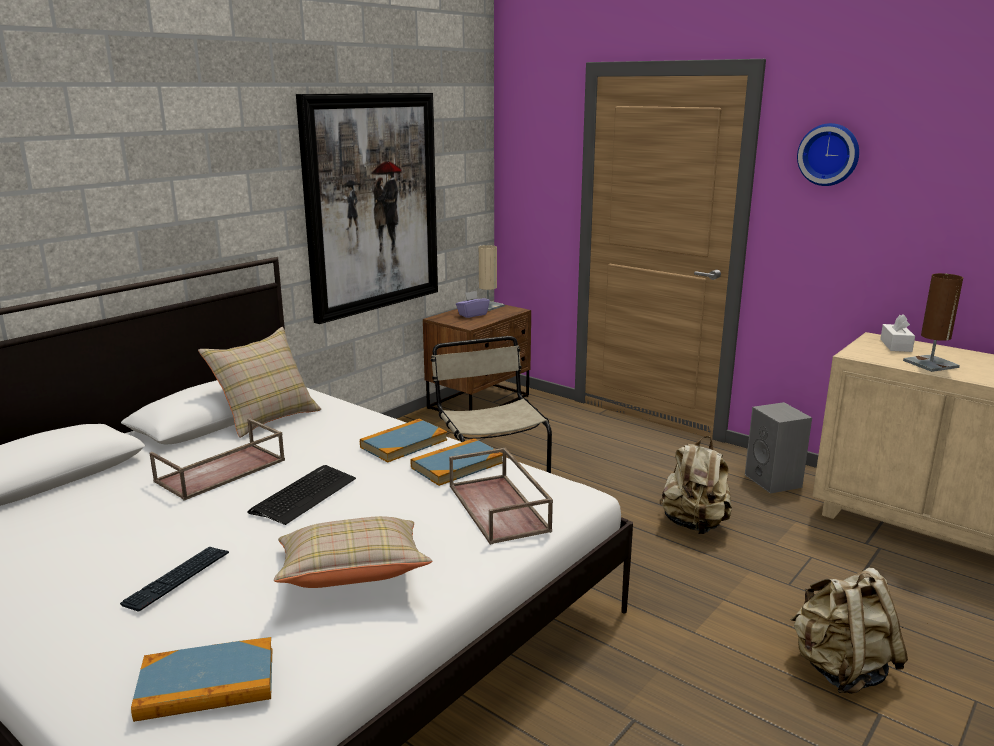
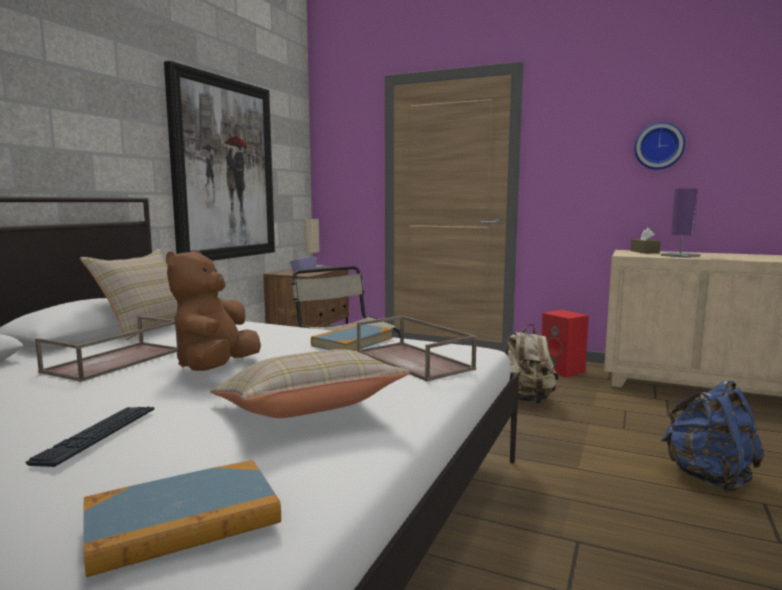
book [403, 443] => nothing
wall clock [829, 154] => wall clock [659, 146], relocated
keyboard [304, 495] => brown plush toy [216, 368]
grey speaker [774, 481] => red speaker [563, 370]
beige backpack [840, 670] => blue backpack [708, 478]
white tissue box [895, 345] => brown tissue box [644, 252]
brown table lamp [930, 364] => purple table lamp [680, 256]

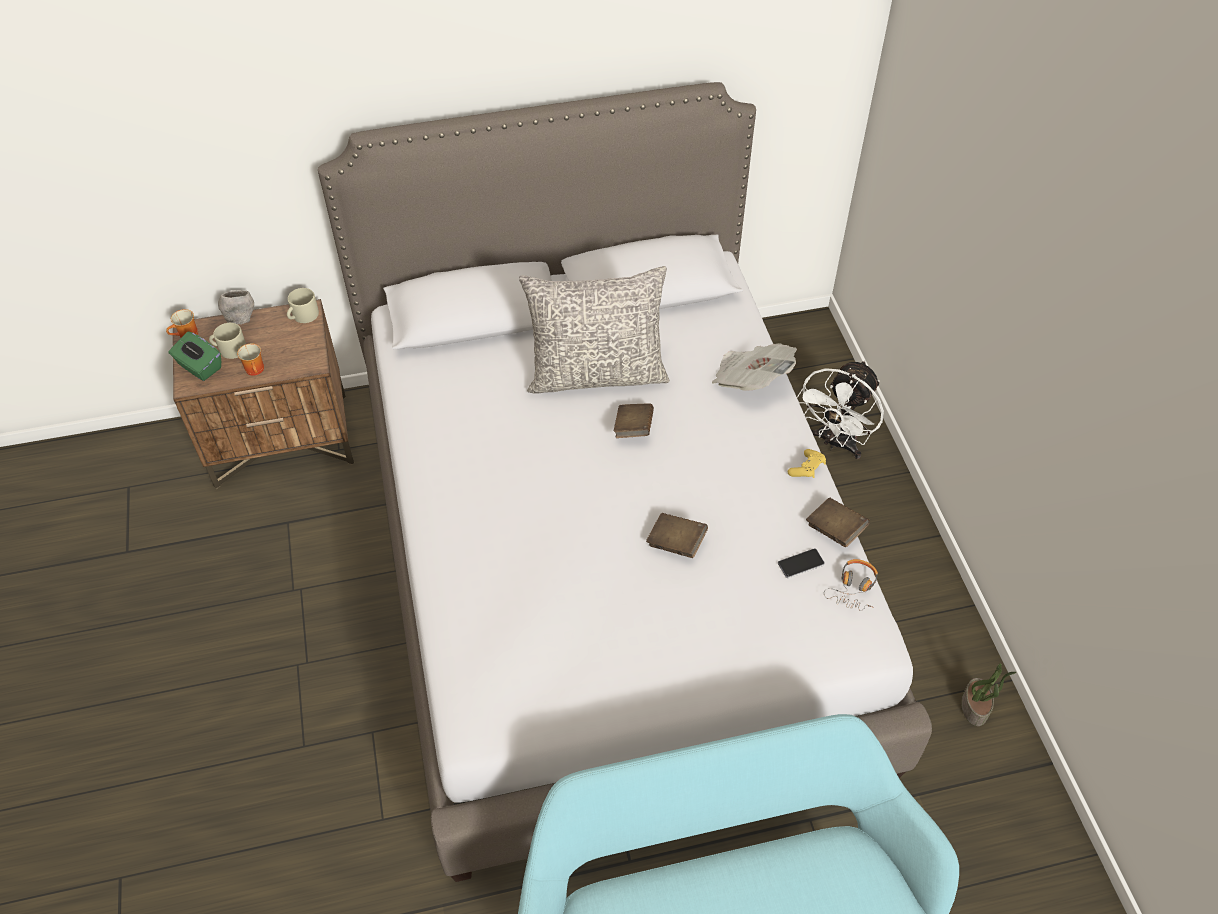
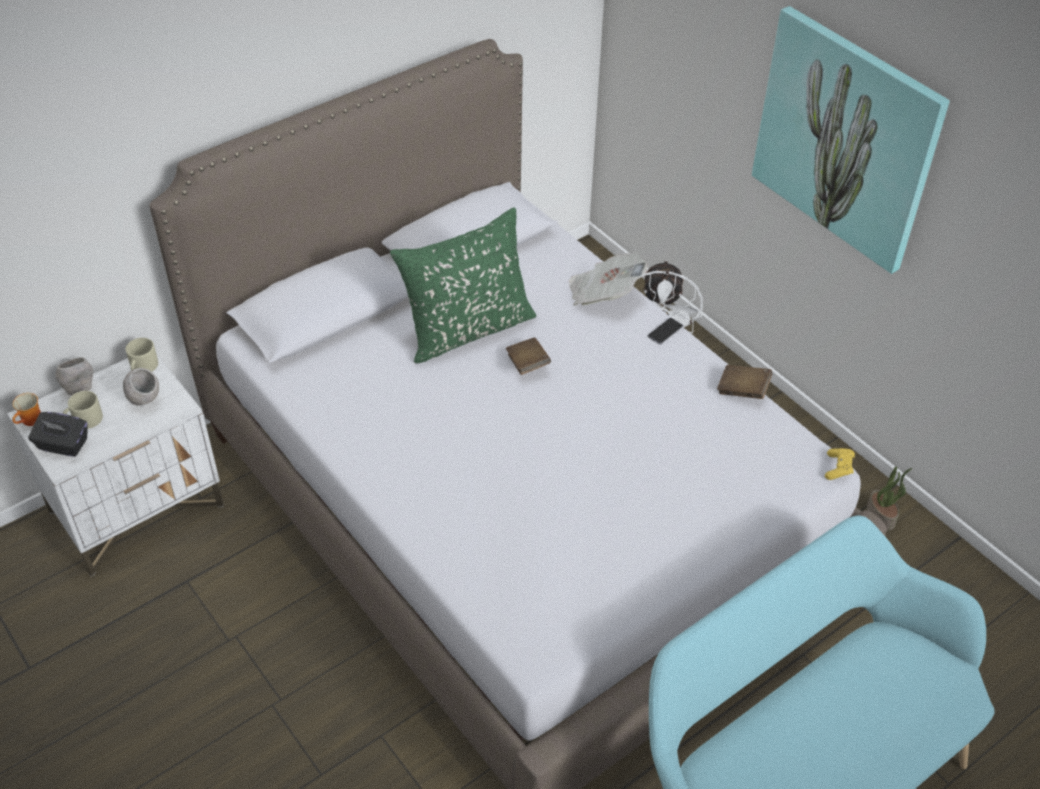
mug [256, 370] => nothing
brown book [676, 543] => nothing
headphones [853, 588] => nothing
nothing => grey bowl [145, 401]
nothing => picture [846, 138]
phone [800, 564] => phone [665, 332], relocated
yellow game controller [807, 469] => yellow game controller [838, 468], relocated
green tissue box [199, 367] => black tissue box [63, 445]
brown nightstand [283, 440] => white nightstand [138, 508]
grey pillow [597, 374] => green pillow [467, 329]

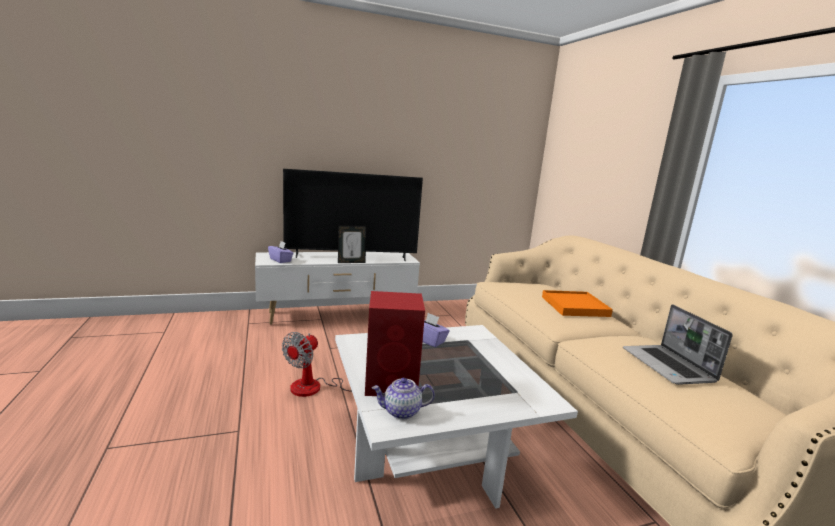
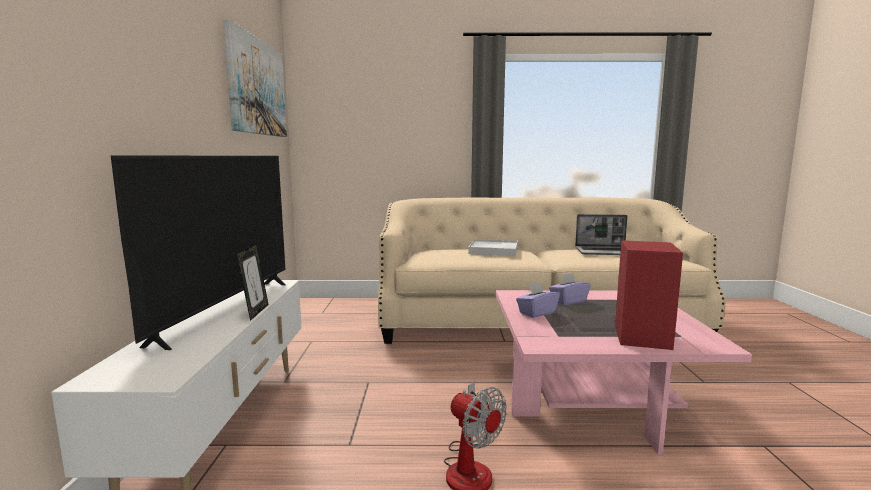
teapot [401, 412] => nothing
nothing => picture [257, 87]
purple tissue box [280, 260] => purple tissue box [568, 301], relocated
white coffee table [433, 446] => pink coffee table [593, 401]
orange tray [574, 306] => white tray [493, 250]

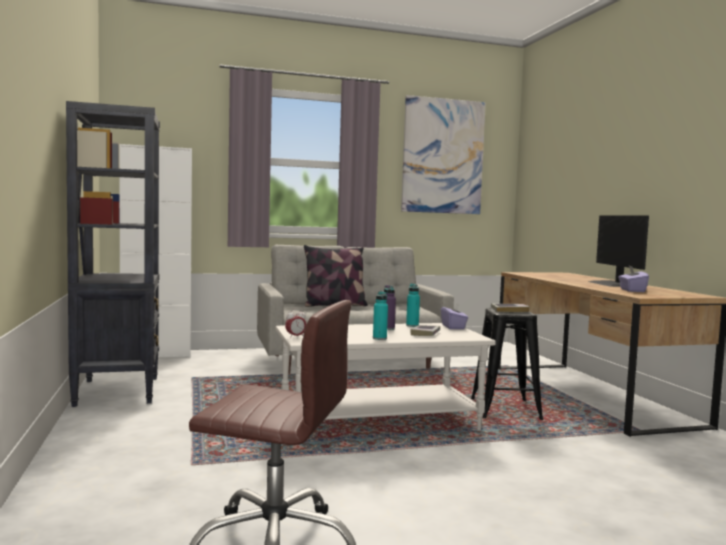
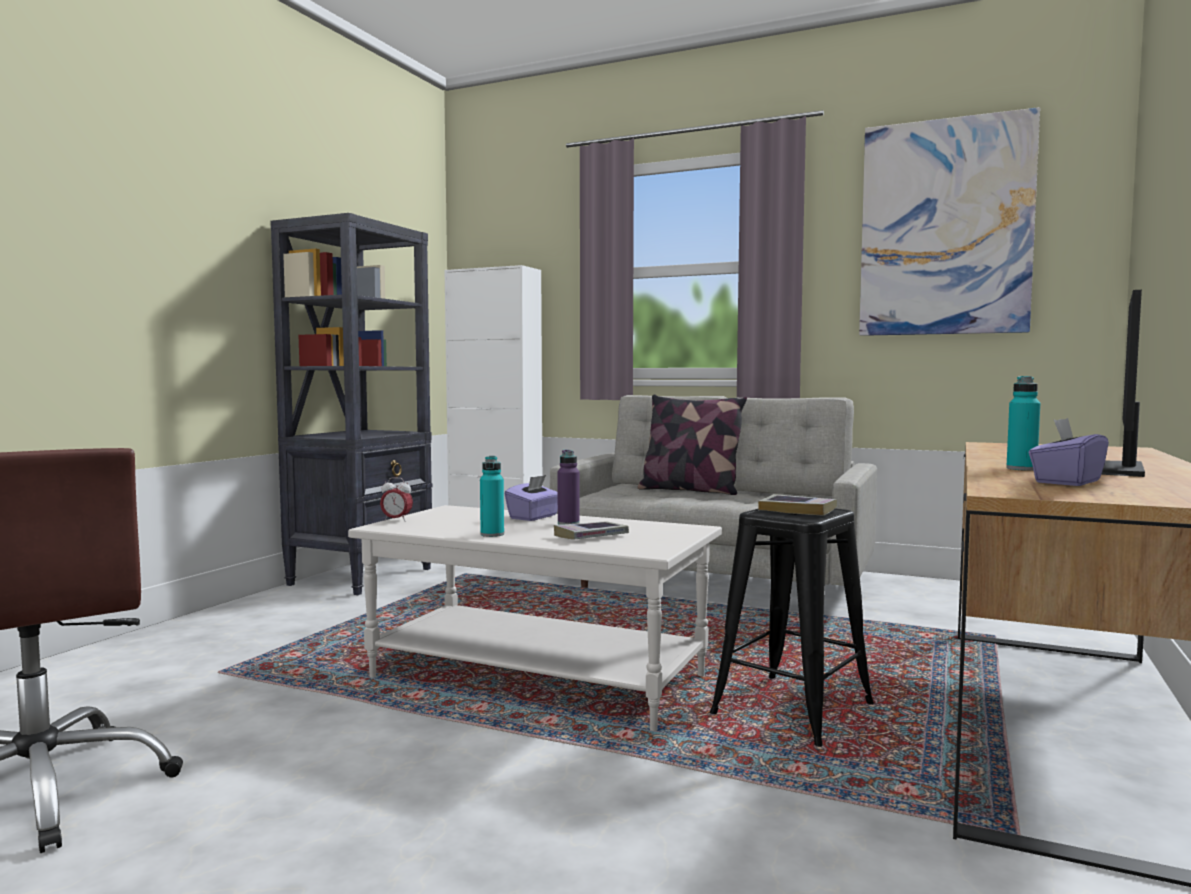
turquoise bottle [412, 325] => turquoise bottle [1021, 469], relocated
purple tissue box [453, 327] => purple tissue box [534, 517], relocated

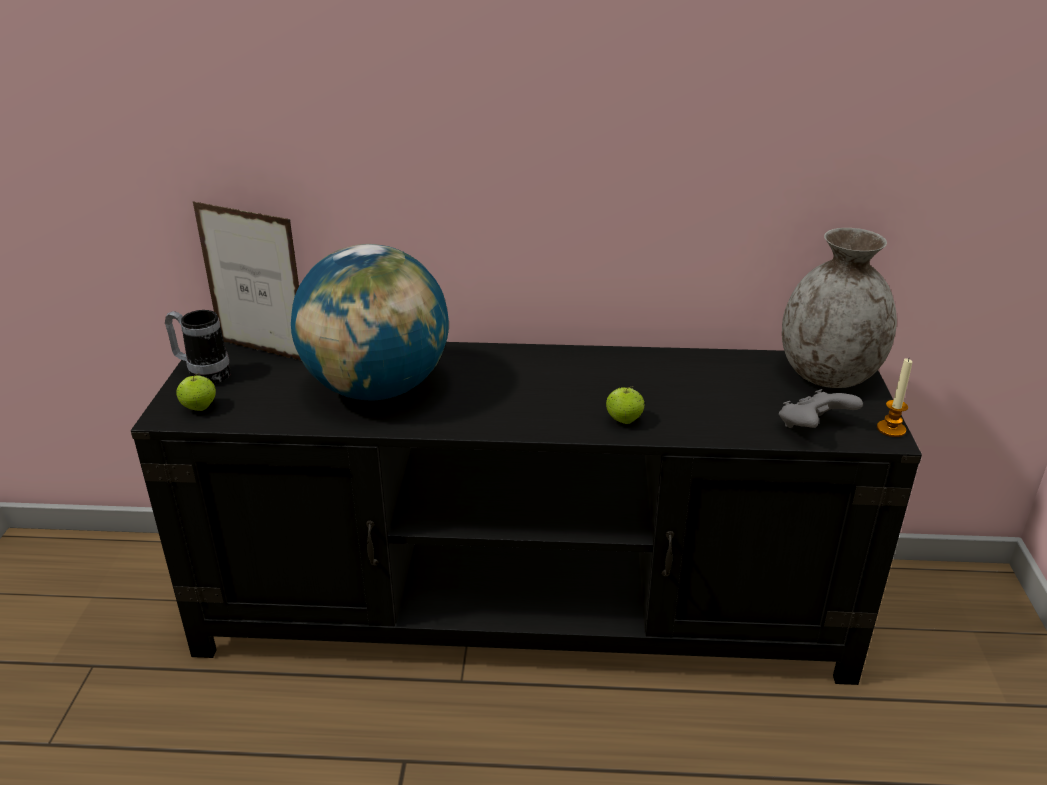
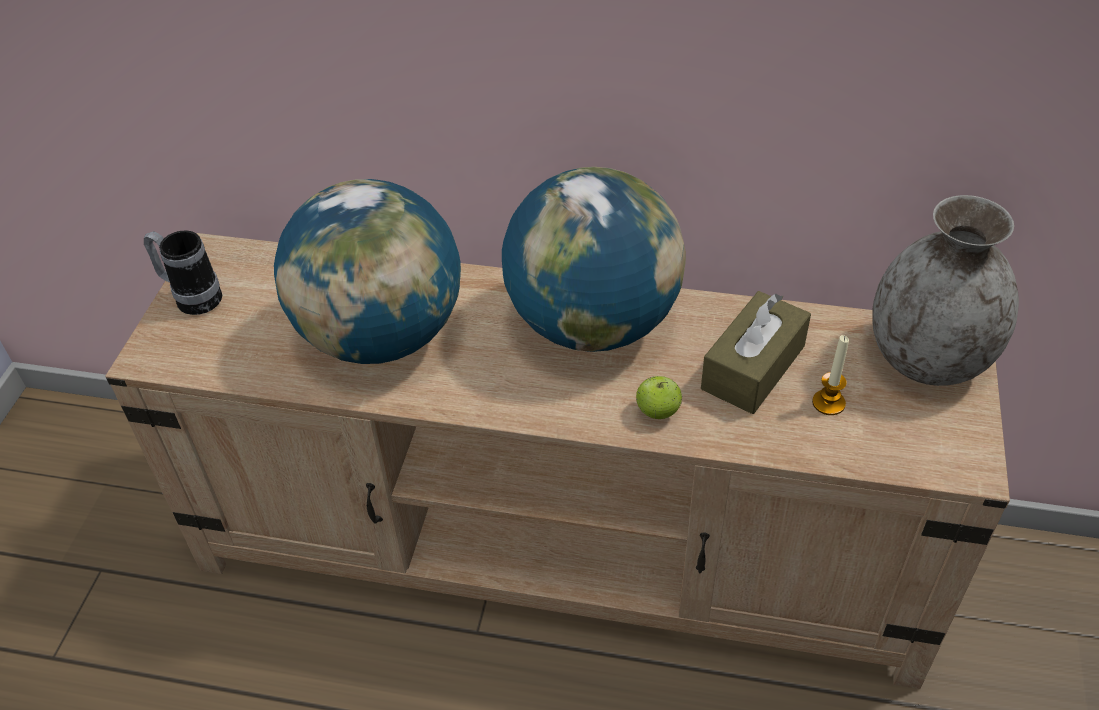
apple [199, 408] => nothing
picture frame [264, 351] => nothing
grey game controller [813, 428] => nothing
nothing => globe [593, 324]
nothing => brown tissue box [753, 367]
candle [891, 429] => candle [828, 403], relocated
black tv stand [526, 609] => beige tv stand [562, 549]

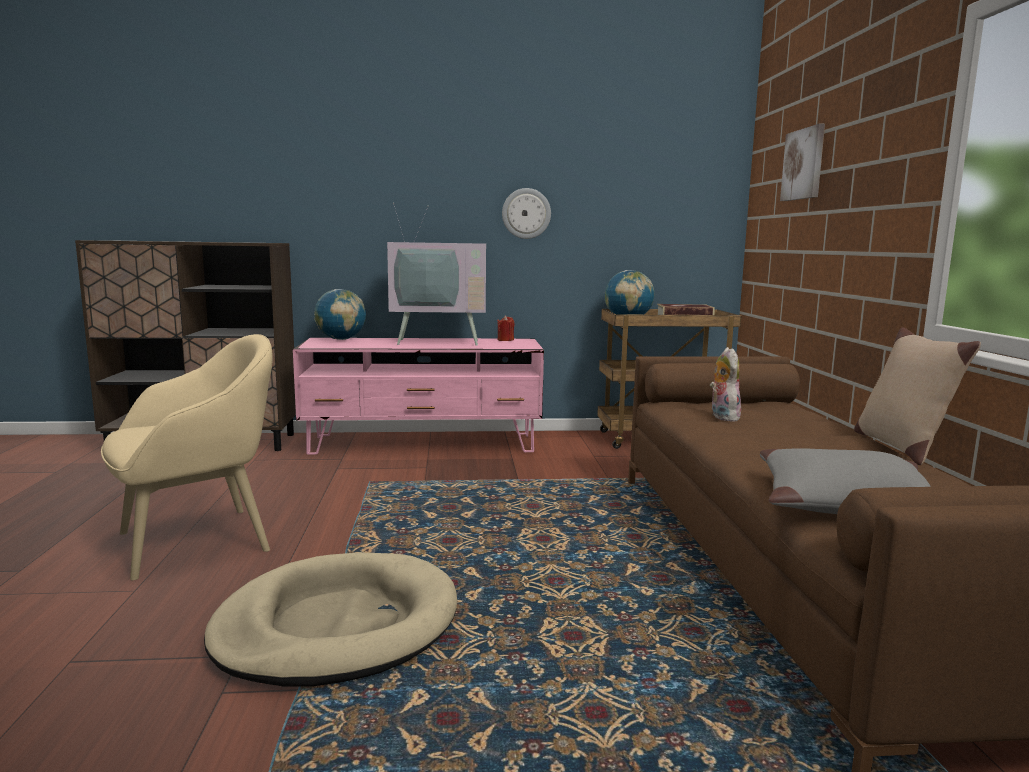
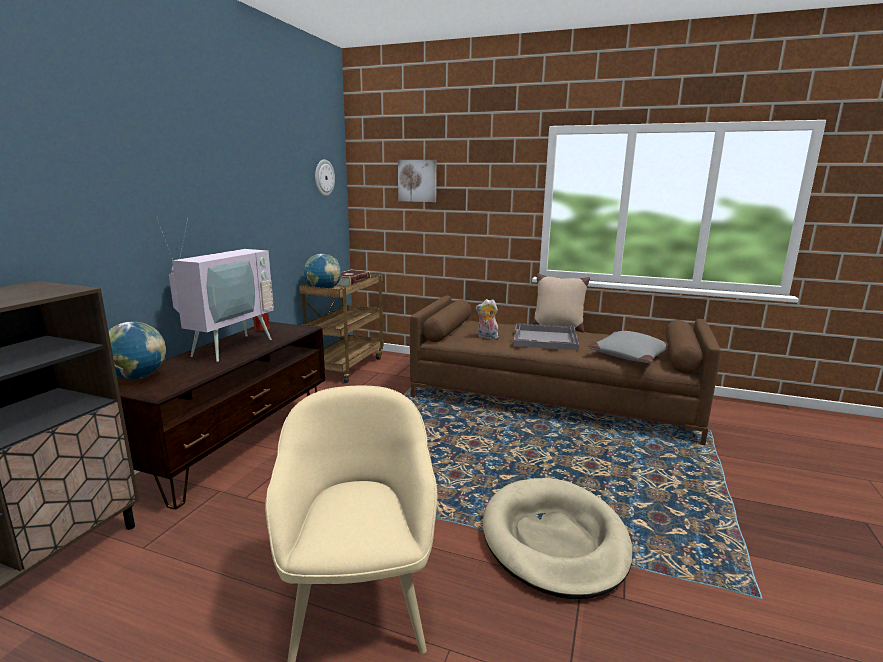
nothing => grey tray [545, 339]
wall clock [526, 213] => wall clock [324, 178], relocated
pink tv stand [423, 444] => brown tv stand [236, 443]

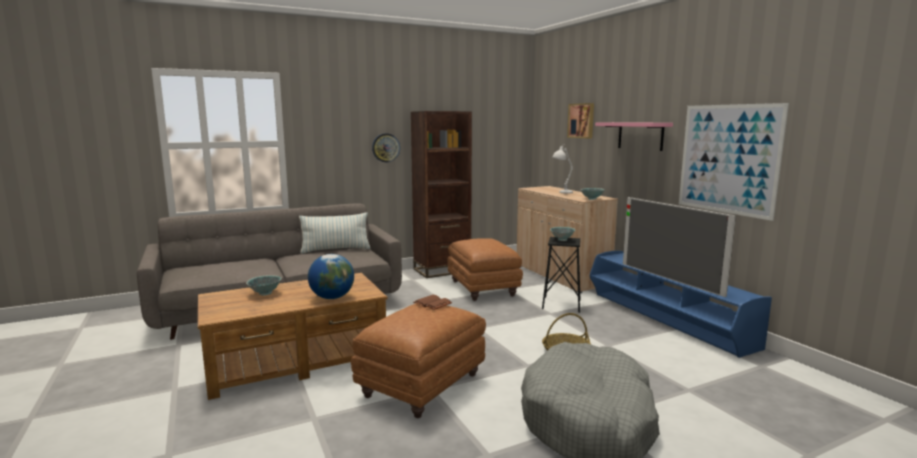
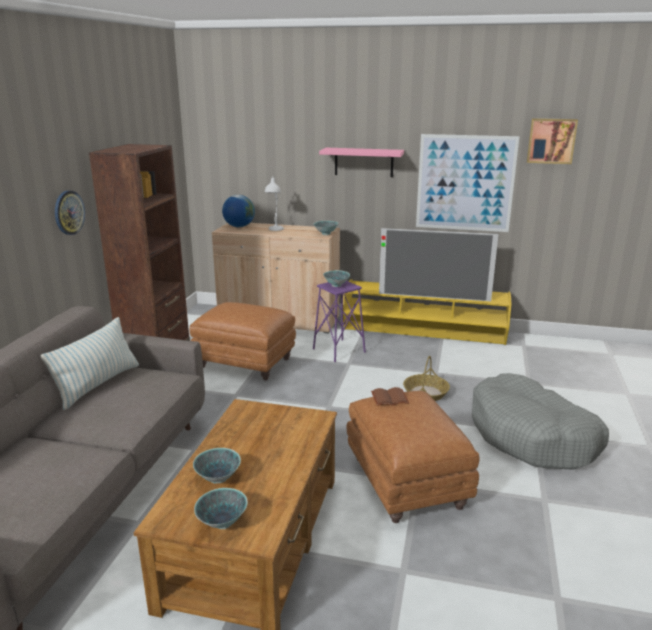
nothing => bowl [222, 522]
globe [332, 297] => globe [239, 226], relocated
picture [581, 120] => picture [551, 141], relocated
black stool [561, 304] => purple stool [339, 350]
blue tv stand [665, 320] => yellow tv stand [424, 333]

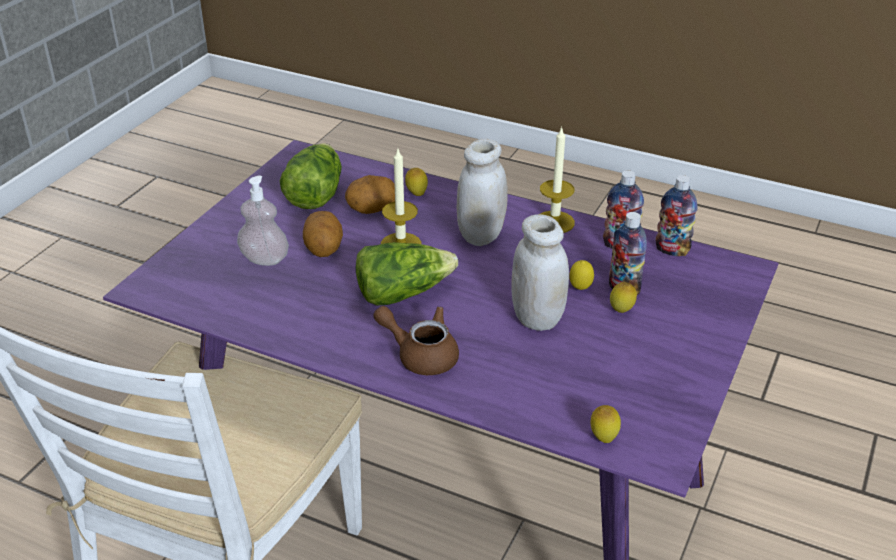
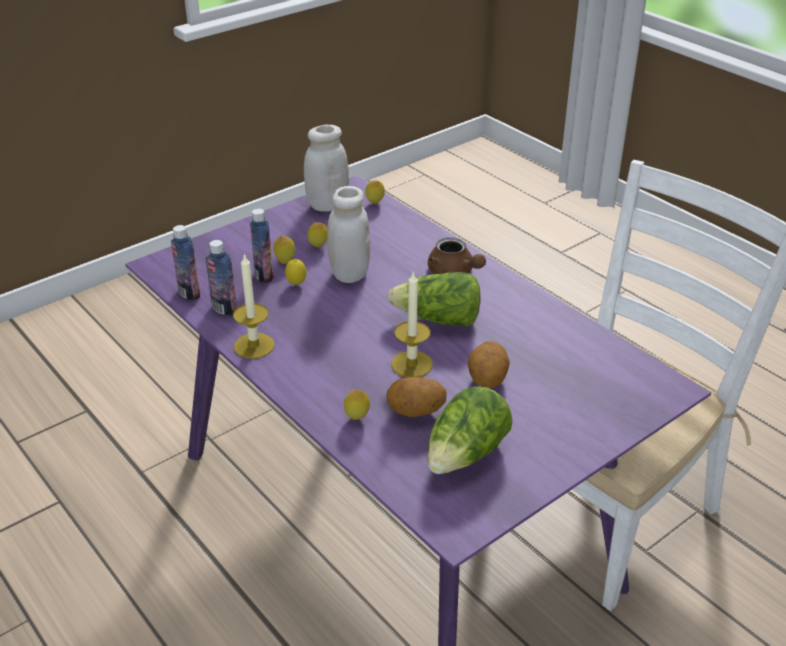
soap dispenser [264, 259] => nothing
nothing => lemon [318, 247]
white jar [481, 235] => white jar [327, 205], relocated

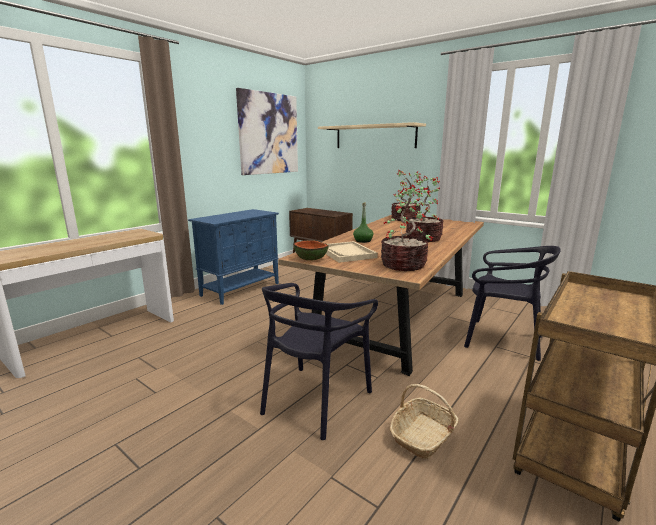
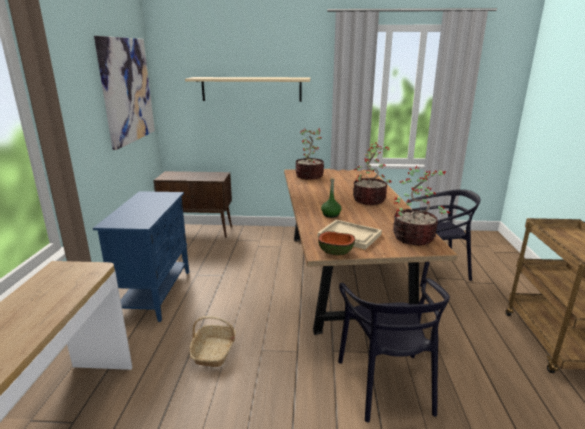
basket [423, 436] => basket [214, 352], relocated

